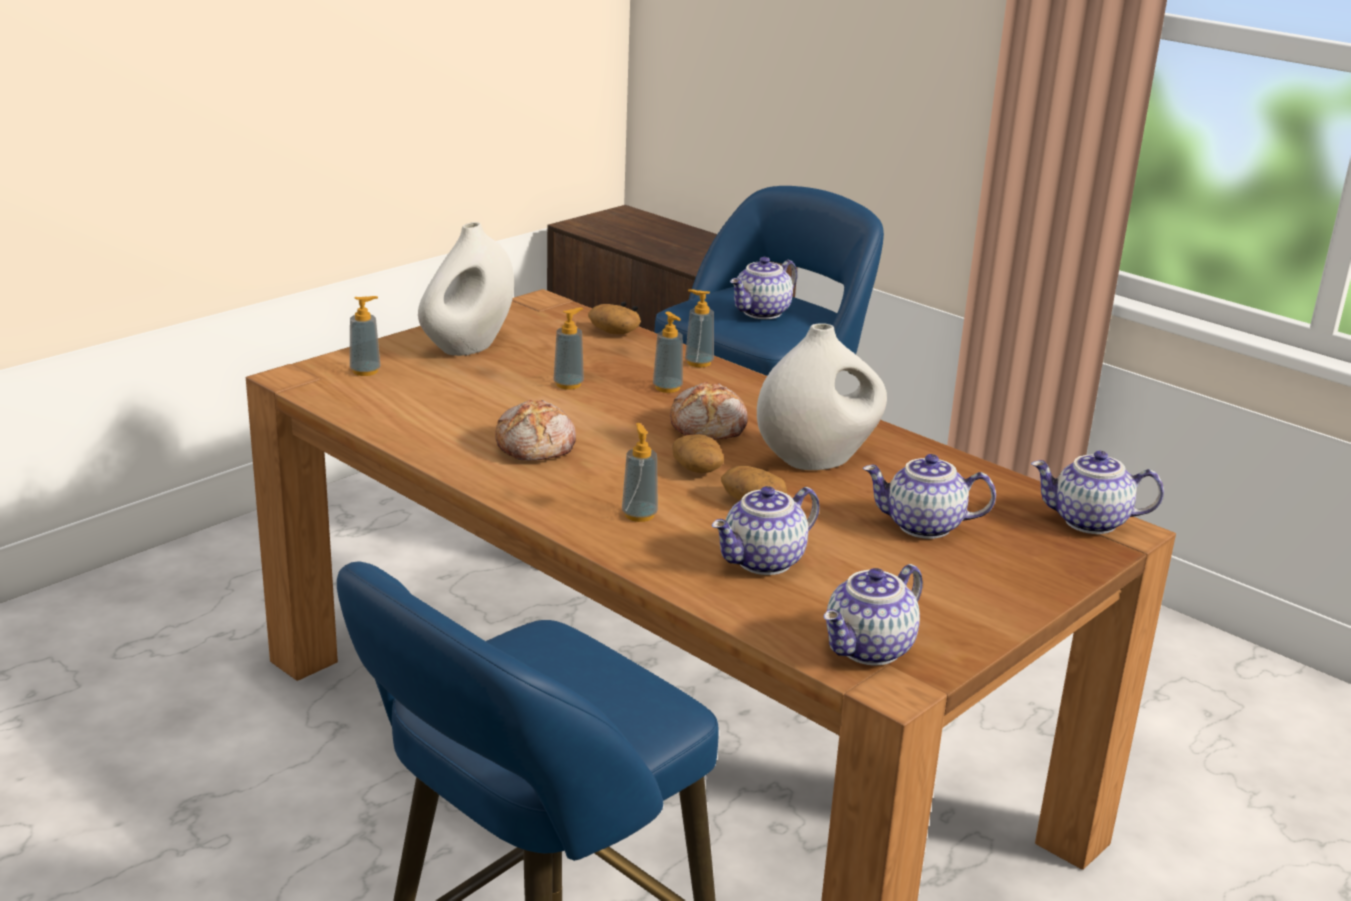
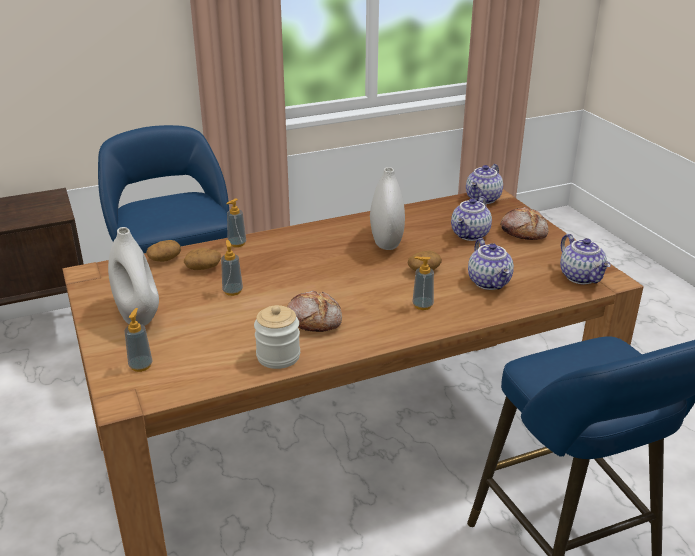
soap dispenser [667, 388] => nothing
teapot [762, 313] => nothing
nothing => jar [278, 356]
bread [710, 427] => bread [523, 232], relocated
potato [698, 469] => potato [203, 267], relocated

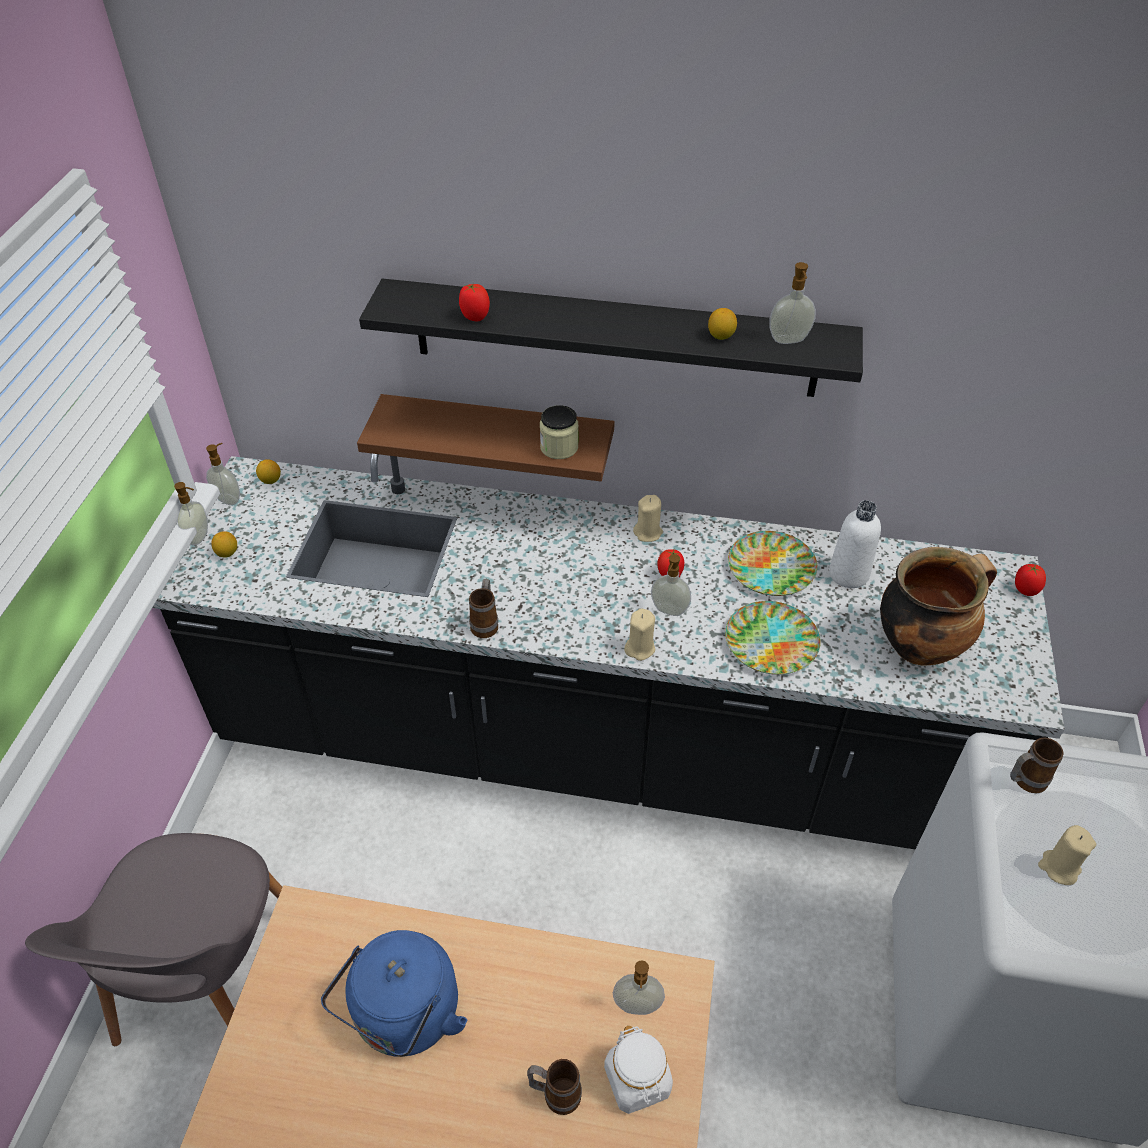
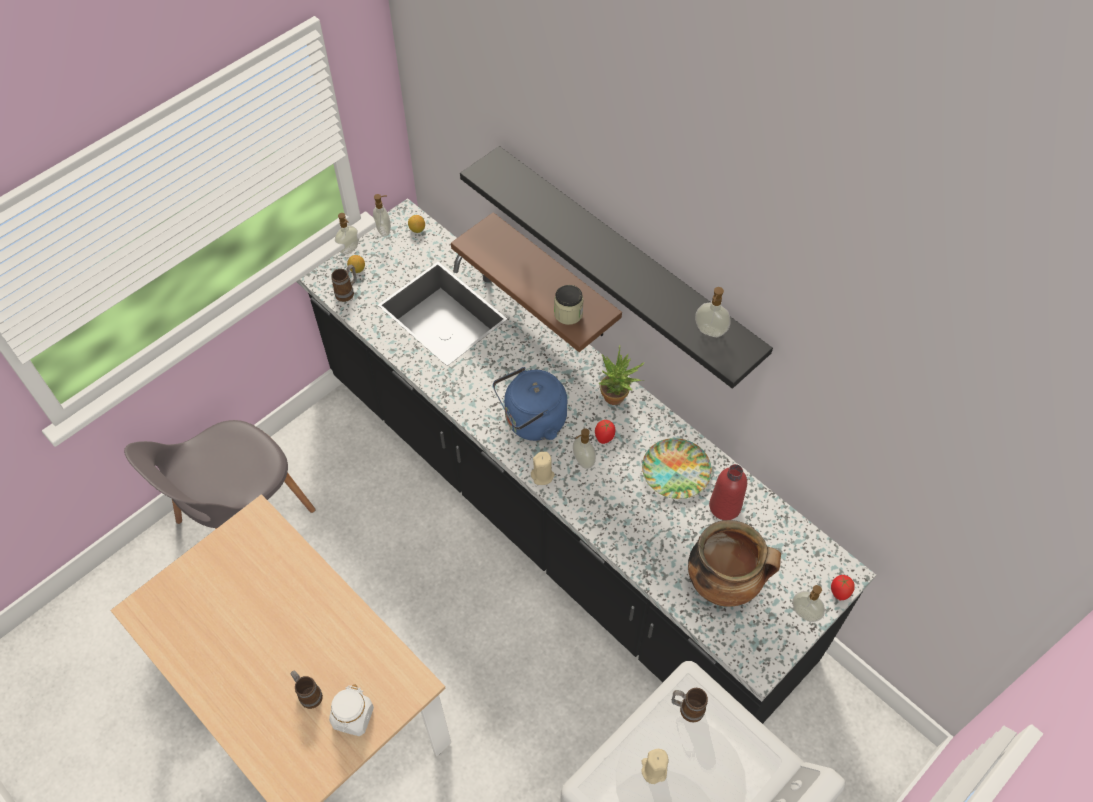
tomato [475, 317] => nothing
lemon [721, 336] => nothing
plate [770, 642] => nothing
blue kettle [404, 1017] => blue kettle [532, 422], relocated
mug [486, 623] => mug [347, 292], relocated
soap dispenser [637, 1007] => soap dispenser [804, 614], relocated
beige candle [648, 532] => potted plant [618, 398]
white bottle [848, 574] => red bottle [725, 506]

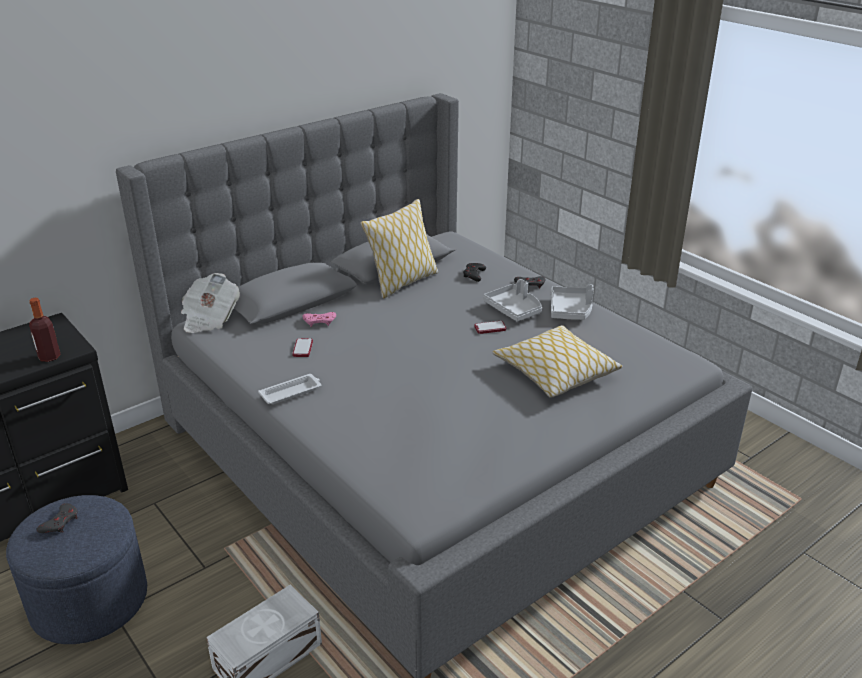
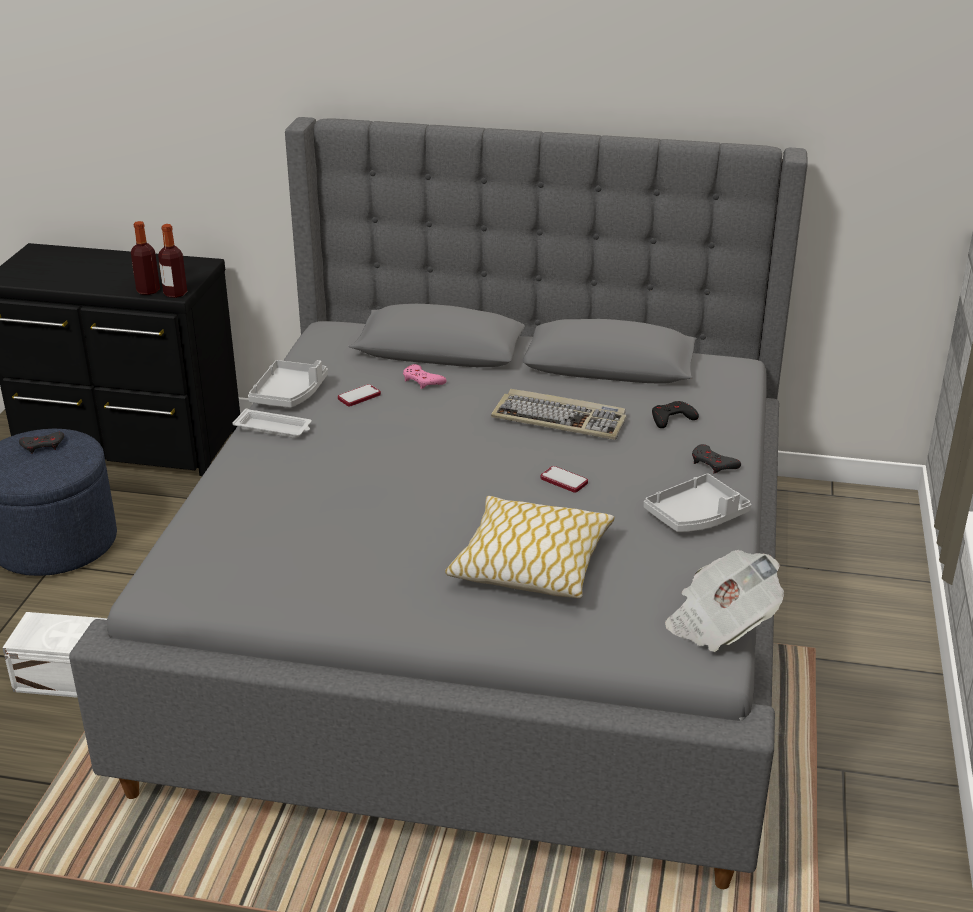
pillow [402, 282] => nothing
nothing => bottle [175, 294]
nothing => keyboard [560, 419]
newspaper [209, 318] => newspaper [720, 623], relocated
grey tray [514, 309] => grey tray [290, 394], relocated

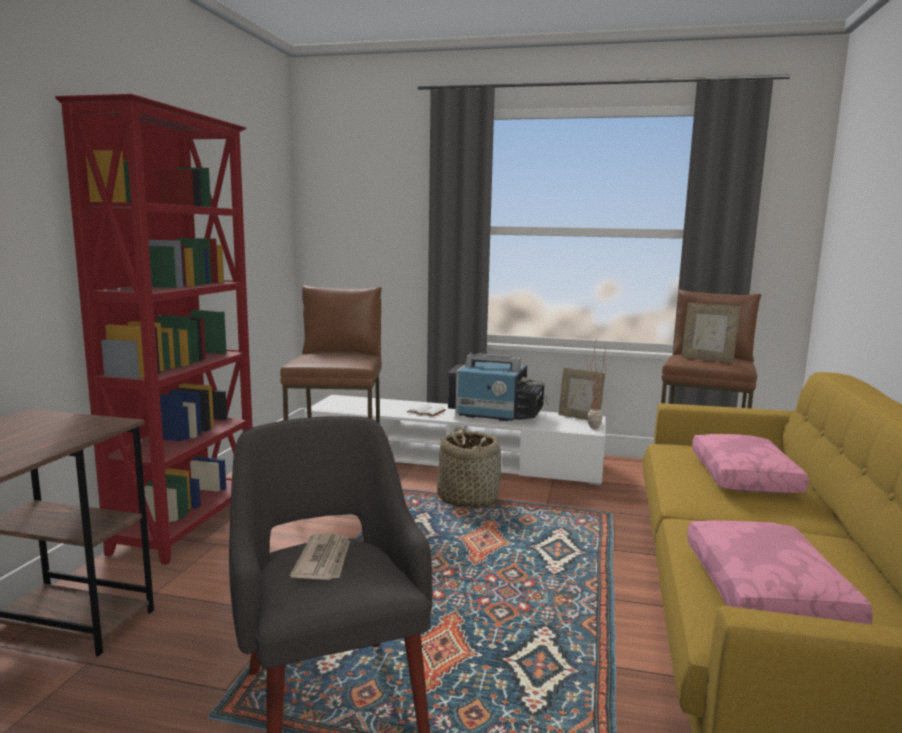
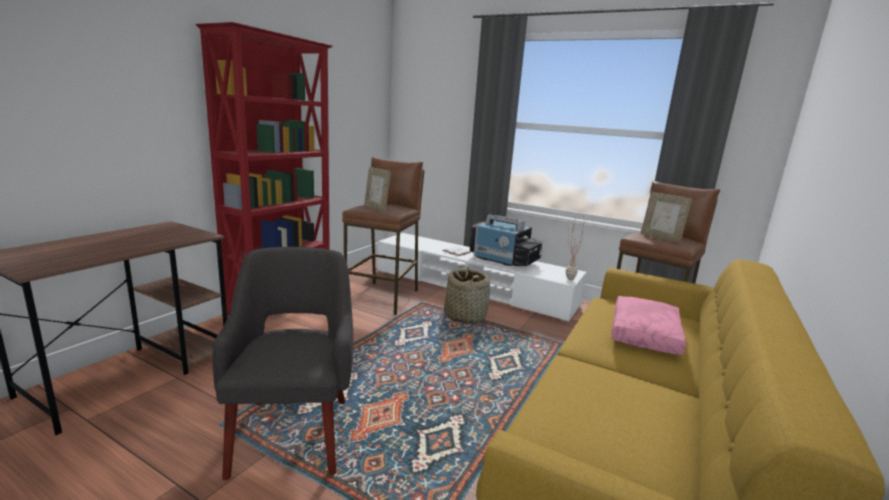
newspaper [324, 560] => nothing
pink pillow [769, 592] => nothing
picture frame [579, 418] => picture frame [376, 209], relocated

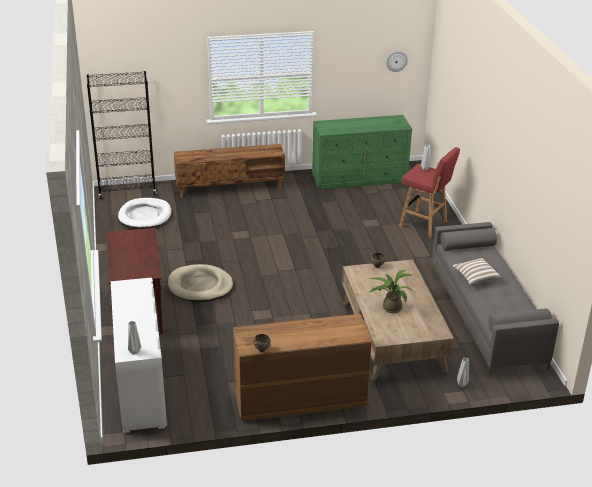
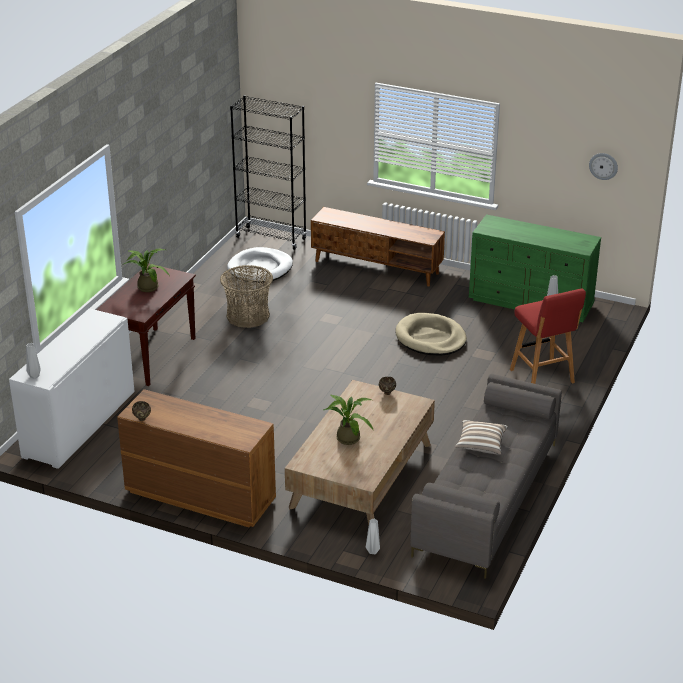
nothing => potted plant [147, 286]
nothing => basket [248, 316]
beige dog bed [200, 286] => beige dog bed [430, 338], relocated

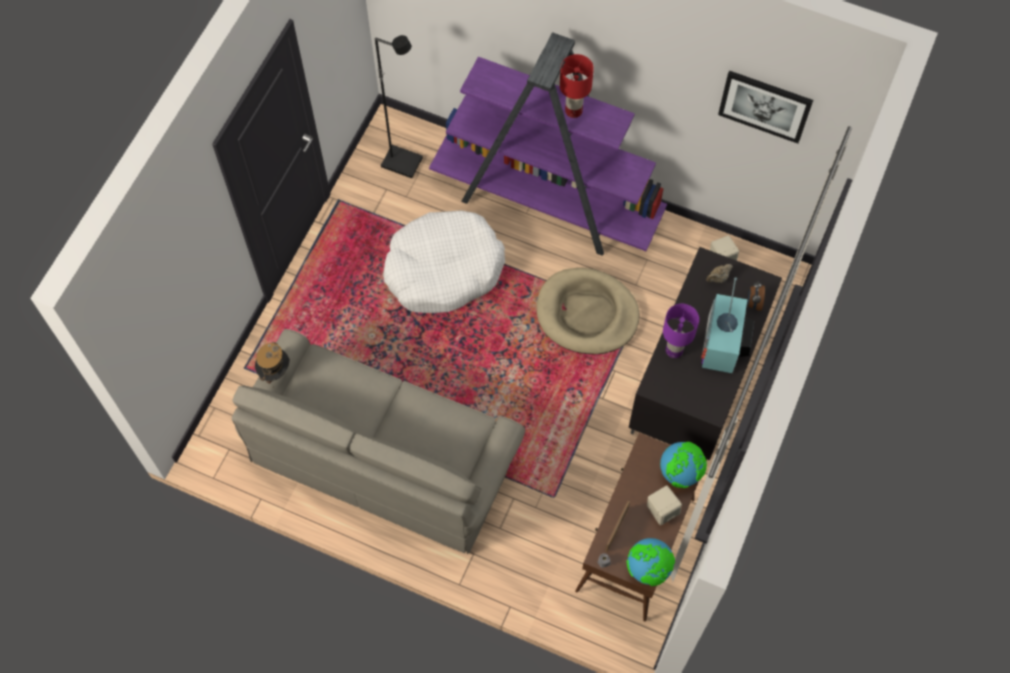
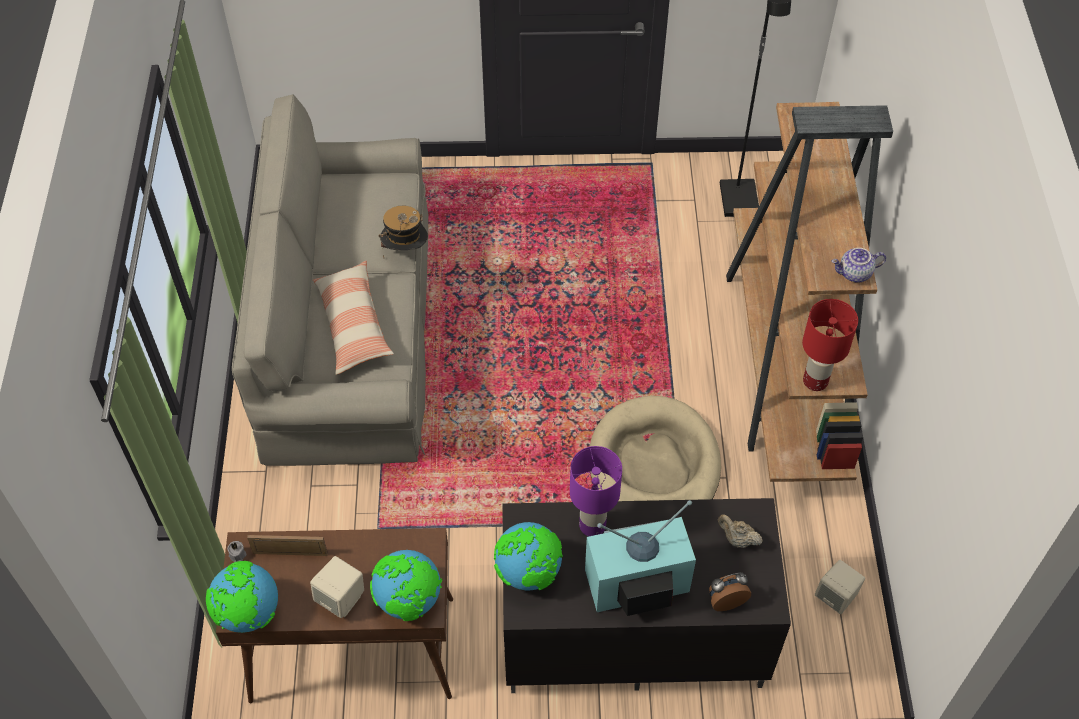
white dog bed [443, 269] => nothing
picture [765, 105] => nothing
nothing => pillow [353, 325]
nothing => globe [529, 572]
nothing => teapot [855, 274]
hat [275, 371] => hat [405, 251], relocated
red table lamp [573, 111] => red table lamp [814, 380], relocated
purple bookcase [547, 202] => brown bookcase [785, 362]

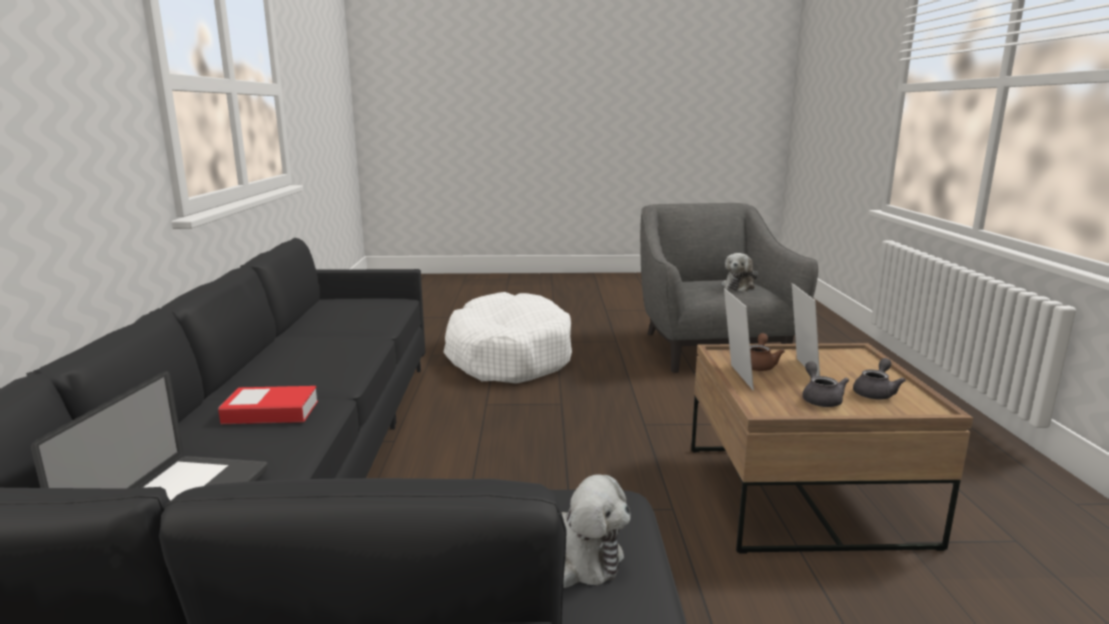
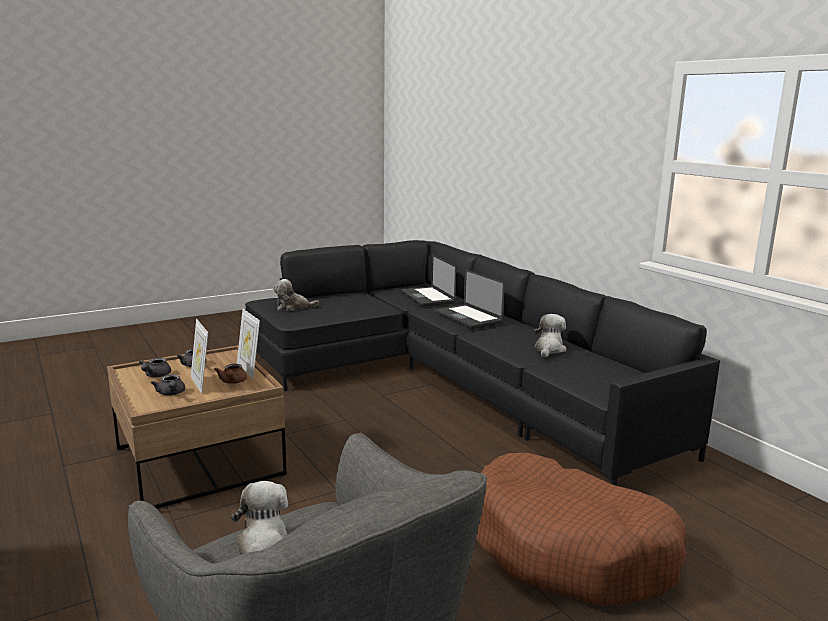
nothing => grey teapot [171, 394]
nothing => plush toy [549, 349]
book [271, 412] => laptop [467, 317]
white dog bed [508, 356] => brown dog bed [569, 549]

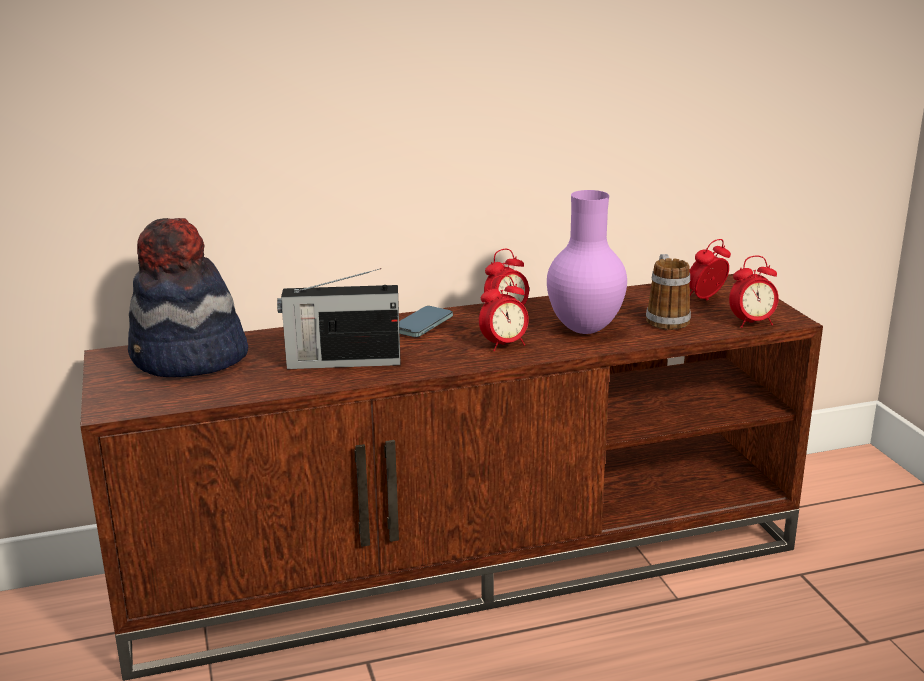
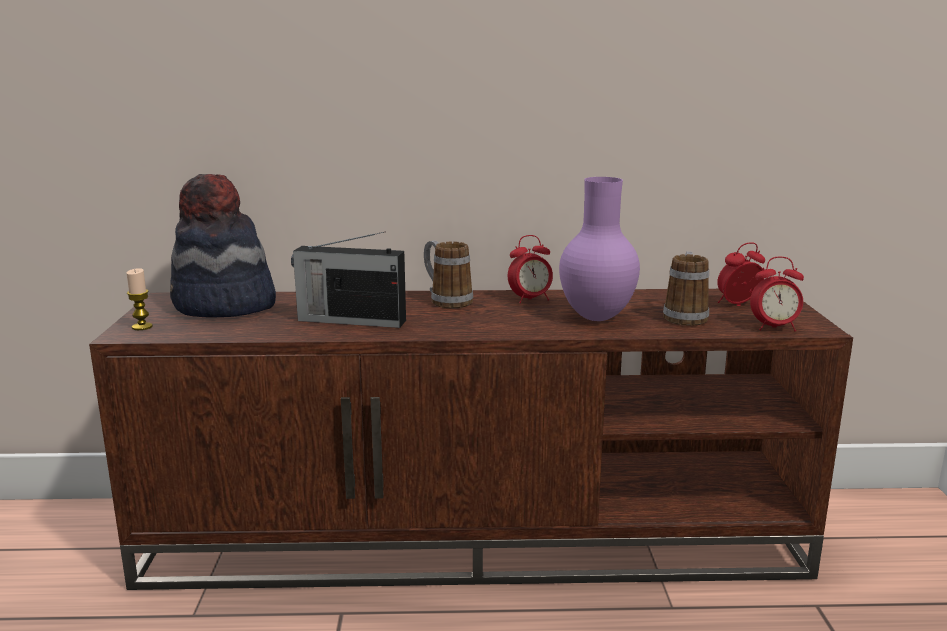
alarm clock [504, 345] => nothing
nothing => candle [142, 327]
phone [422, 325] => mug [446, 300]

